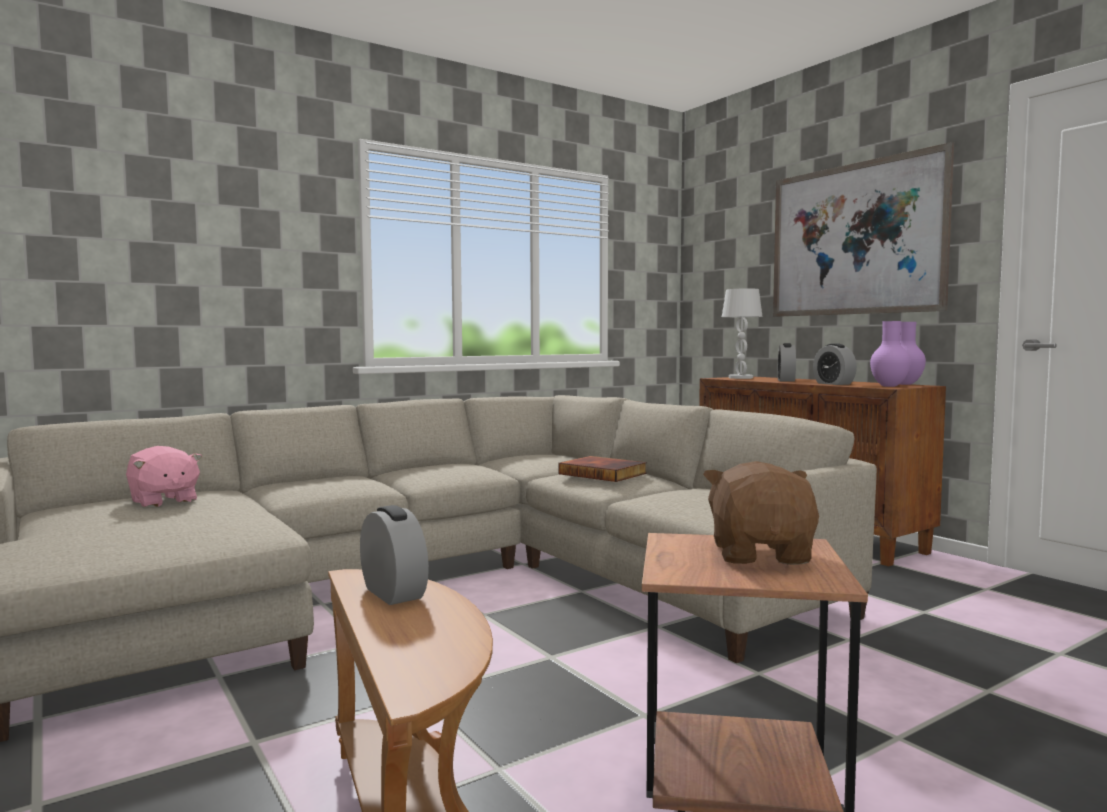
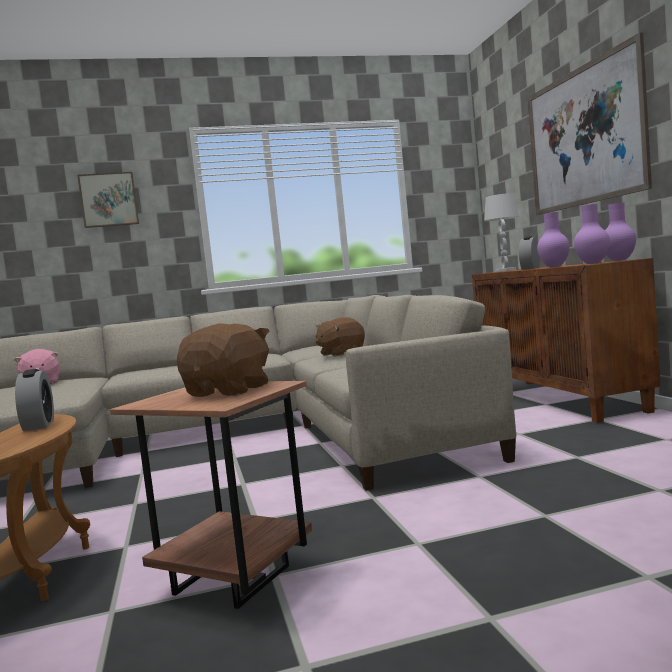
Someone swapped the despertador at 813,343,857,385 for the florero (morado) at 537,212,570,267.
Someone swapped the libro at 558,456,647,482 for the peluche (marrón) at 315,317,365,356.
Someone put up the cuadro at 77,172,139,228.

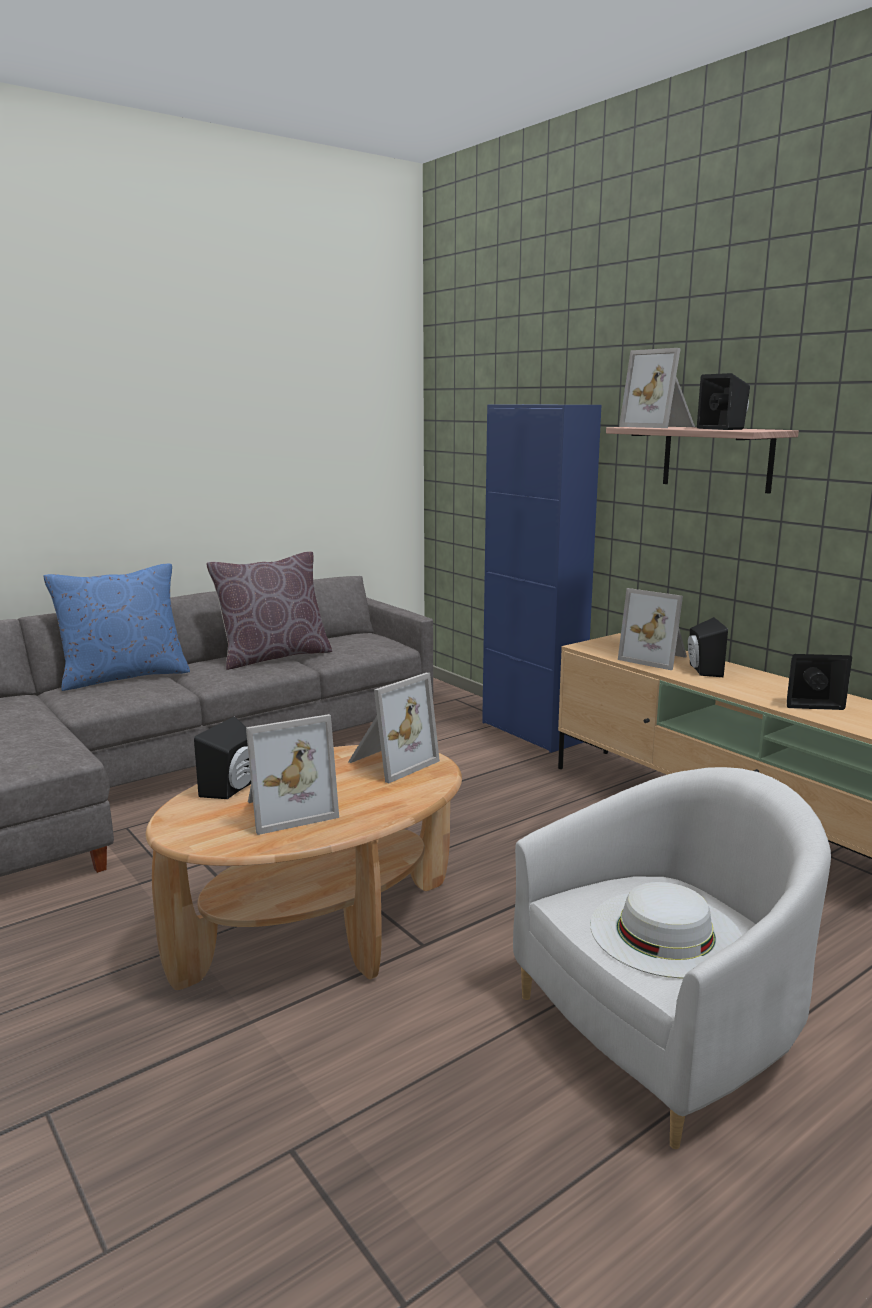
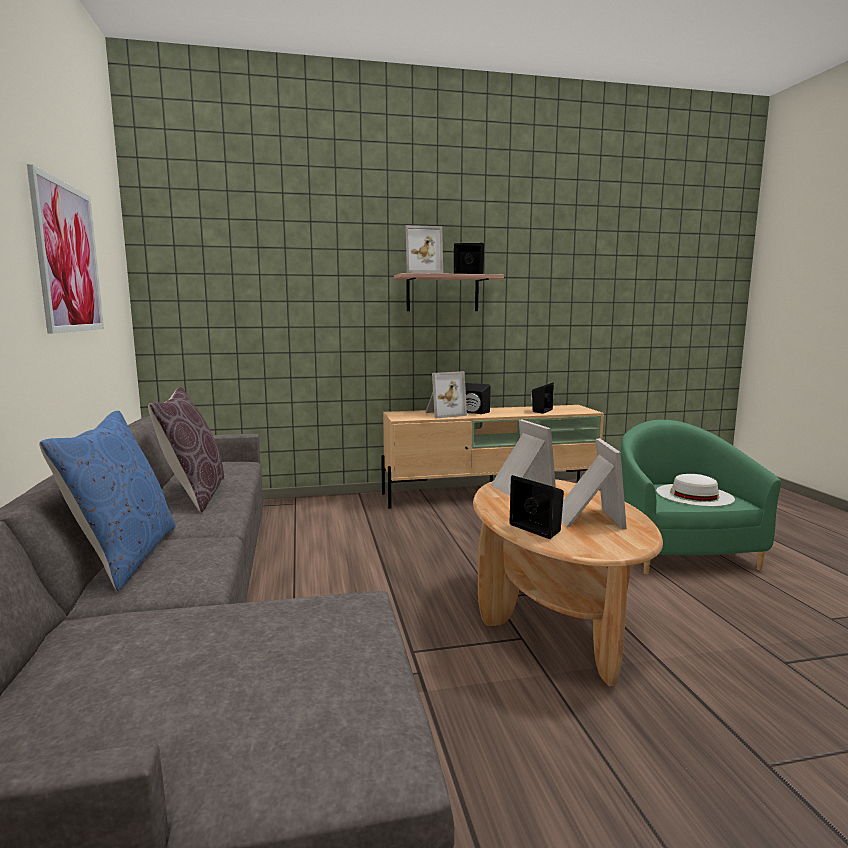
Someone took away the armario (azul) at 482,404,601,753.
Someone repainted the sillón (blanco) at 513,767,831,1149, which became the sillón (verde) at 620,420,781,574.
Someone put up the cuadro at 27,164,104,334.

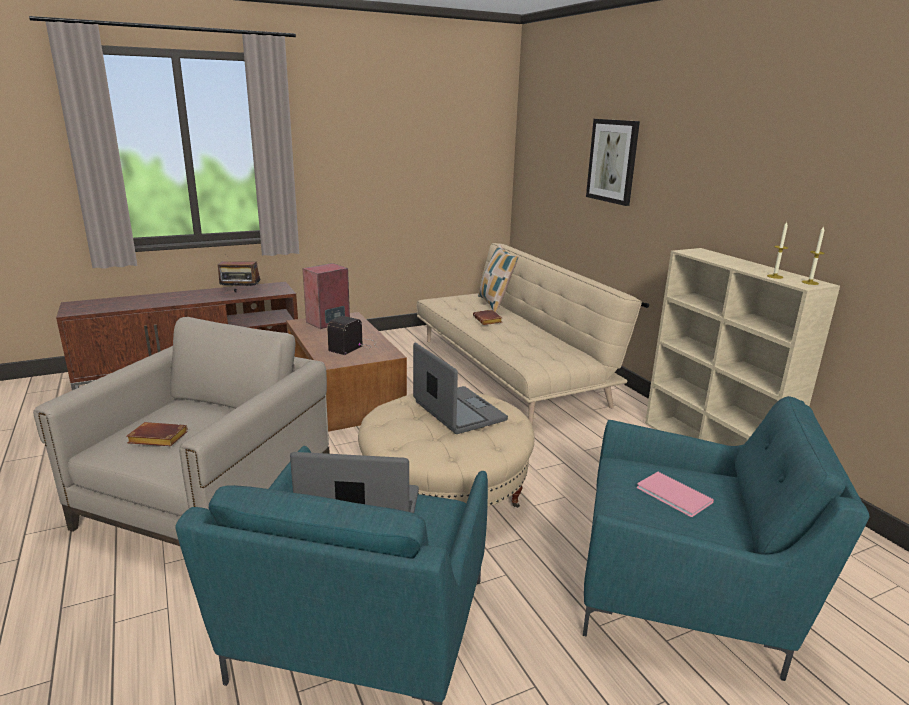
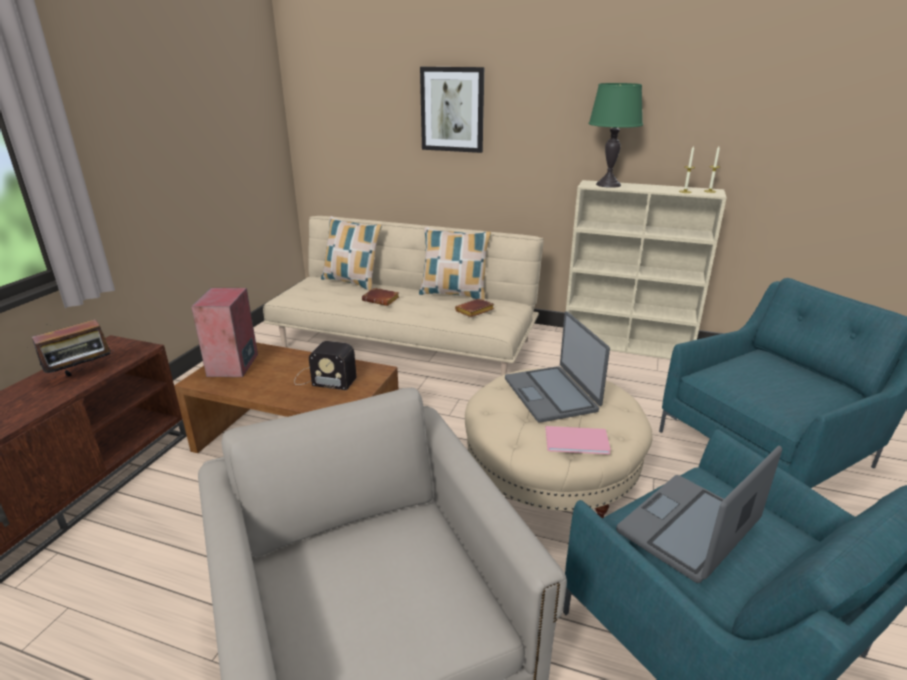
Someone rotated the radio at 327,316,379,355 by 60 degrees counterclockwise.
Someone rotated the portátil at 413,343,508,434 by 120 degrees counterclockwise.
Someone carried the libro (marrón) from 126,422,188,446 to 455,298,494,317.
Someone carried the libro (rosa) from 637,472,714,517 to 546,426,611,454.
Someone put down the lámpara de mesa (verde) at 588,83,643,188.
Someone put down the cojín at 419,227,491,300.

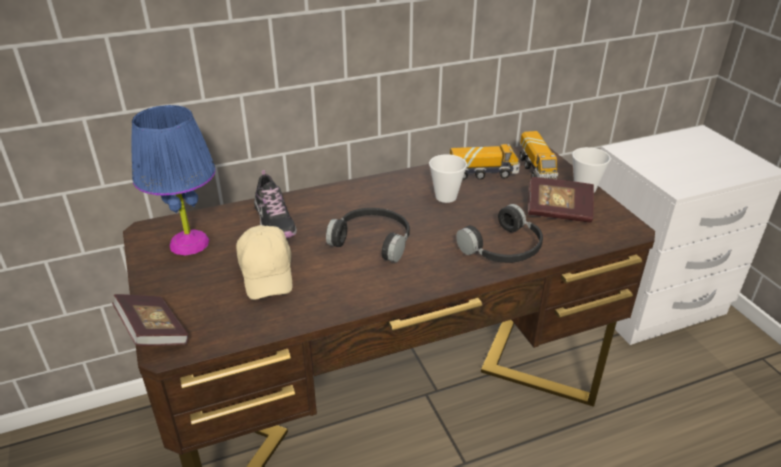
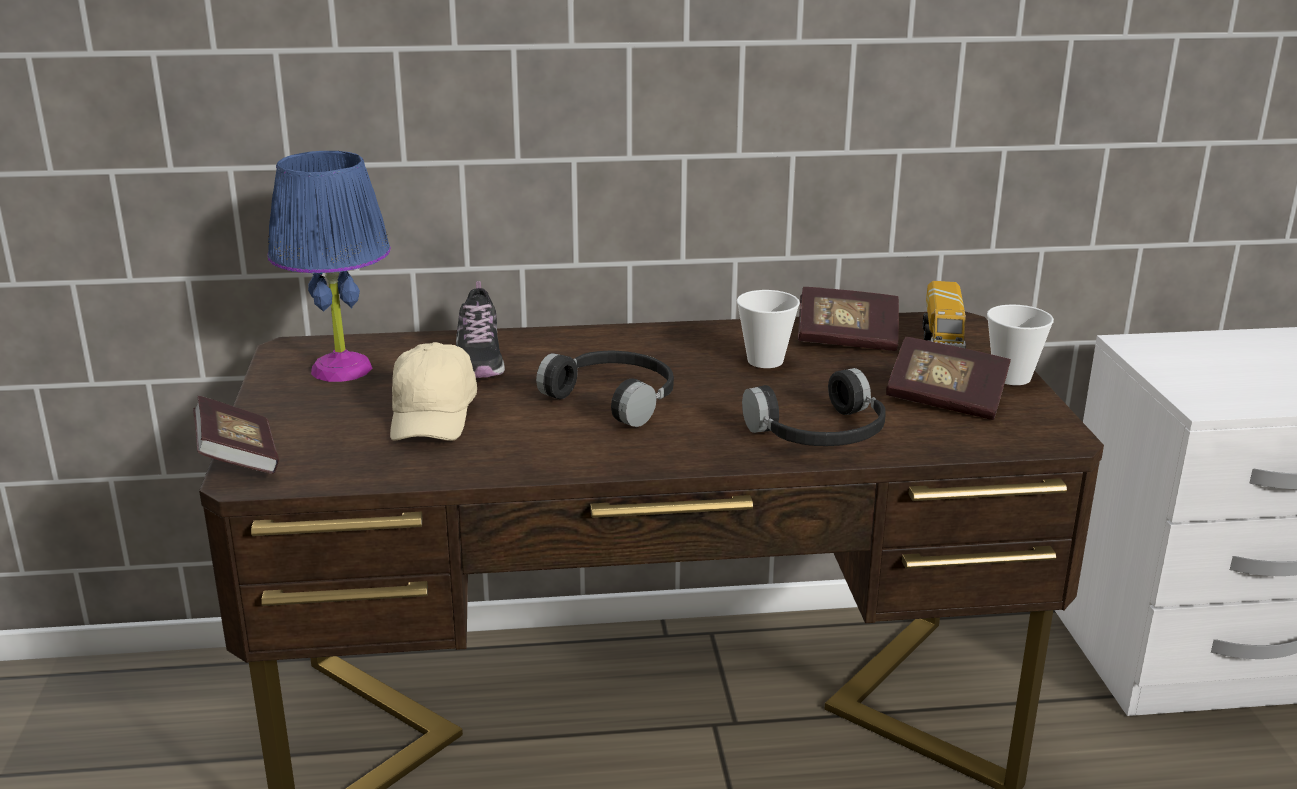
Someone swapped the camión de juguete at 450,144,520,180 for the libro at 798,287,899,351.

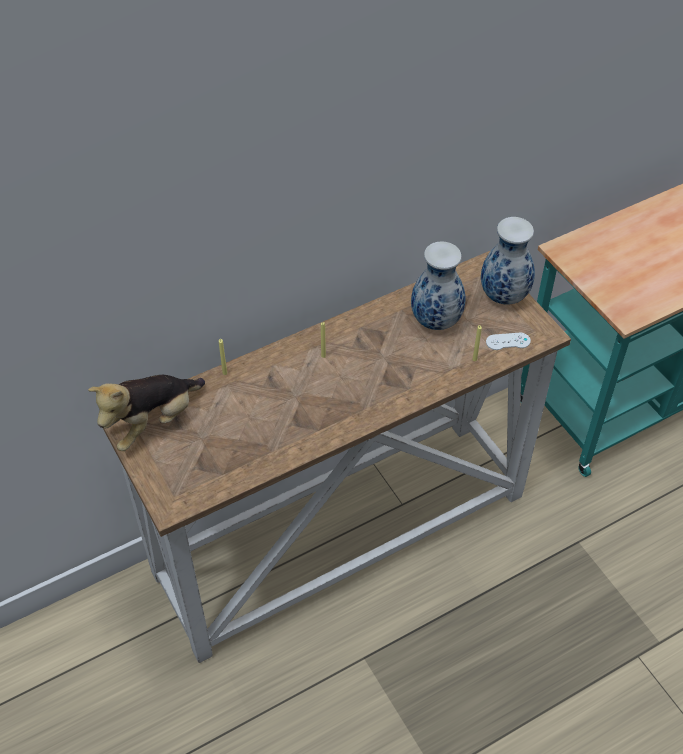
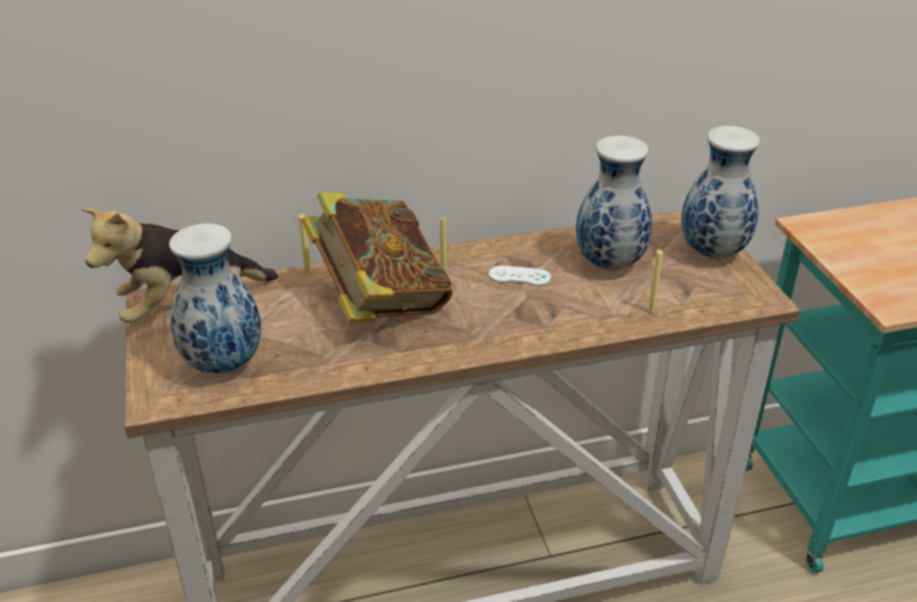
Someone carried the mando de consola (blanco) from 486,333,531,350 to 489,266,551,286.
Someone put down the libro at 301,192,453,323.
Someone put down the florero at 169,223,261,374.

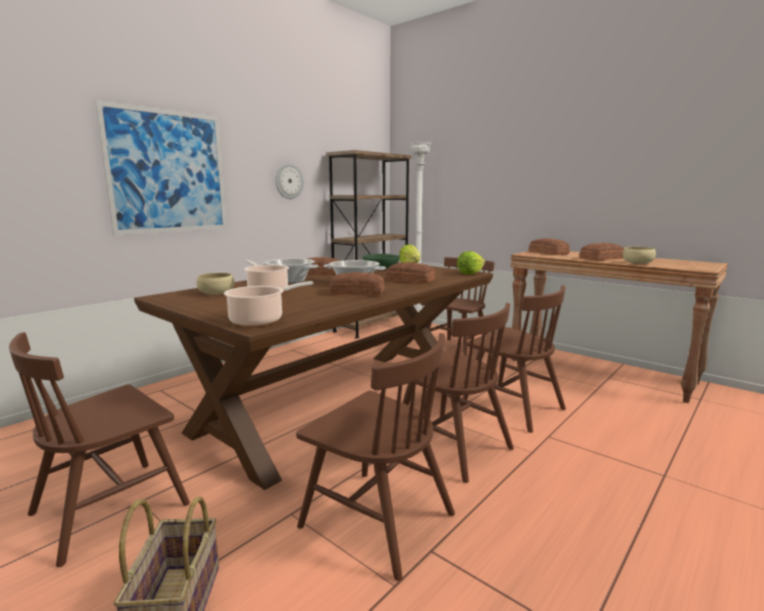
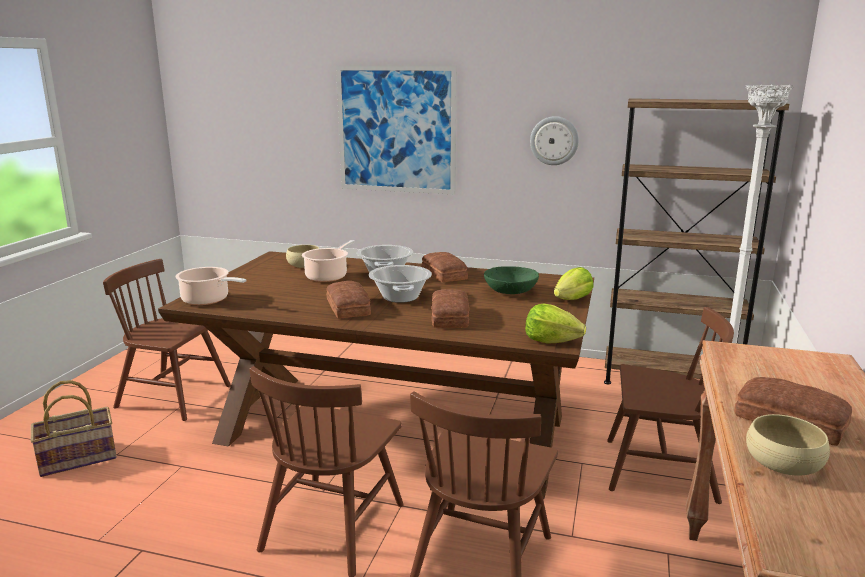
Someone took away the pan at 529,238,570,255.
Someone took away the silla (marrón) at 296,333,455,581.

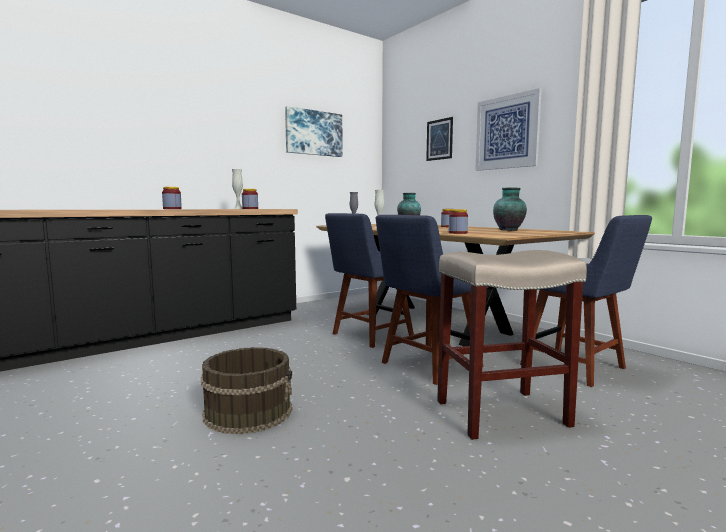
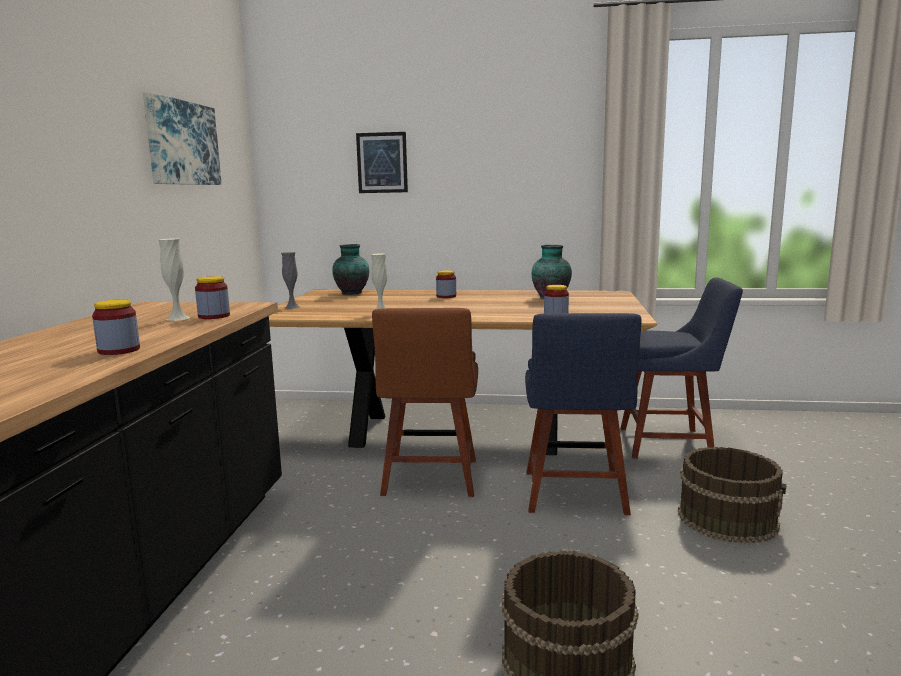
Someone took away the cuadro at 475,88,542,171.
Someone repainted the silla (azul) at 325,213,414,348, which became the silla (marrón) at 372,308,478,497.
Someone swapped the taburete (beis) at 437,250,587,440 for the cubo (marrón) at 678,447,787,544.

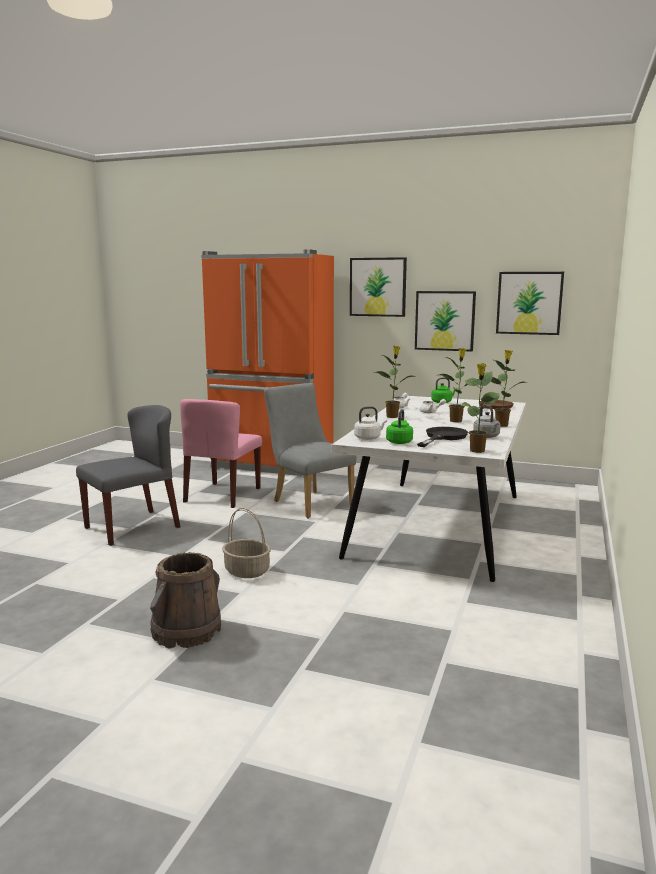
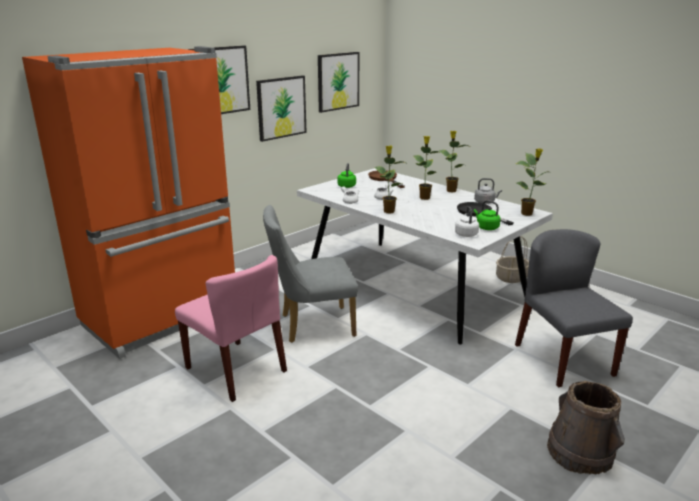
Someone carried the silla (gris) from 76,405,180,546 to 515,229,633,387.
Someone carried the cesta from 222,508,271,578 to 496,236,529,283.

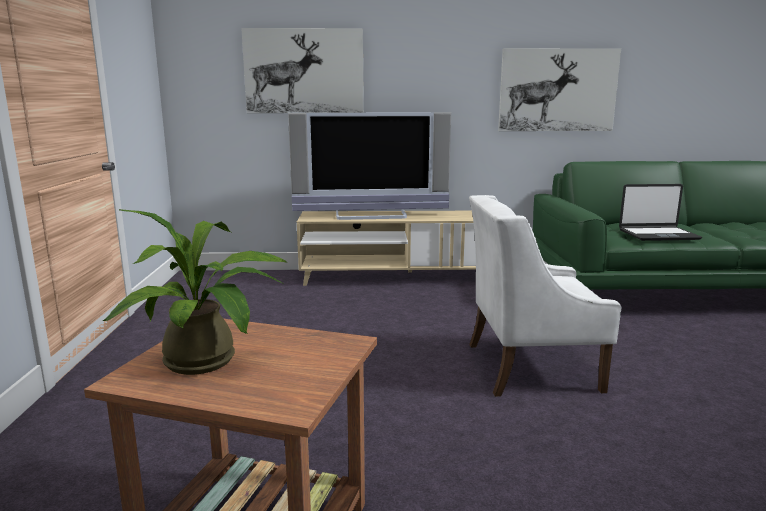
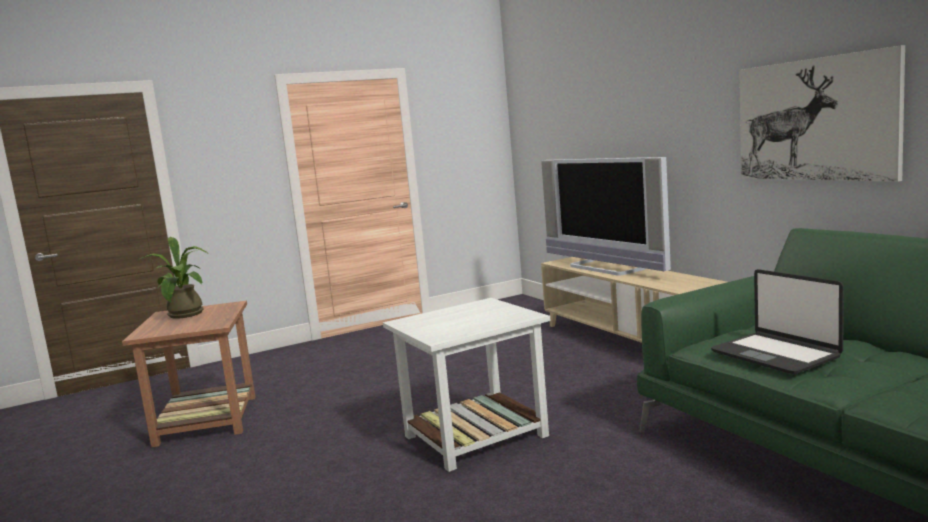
Someone took away the cuadro at 241,28,364,113.
Someone swapped the sillón (blanco) at 469,195,621,397 for the mesa auxiliar (blanco) at 383,298,550,472.

